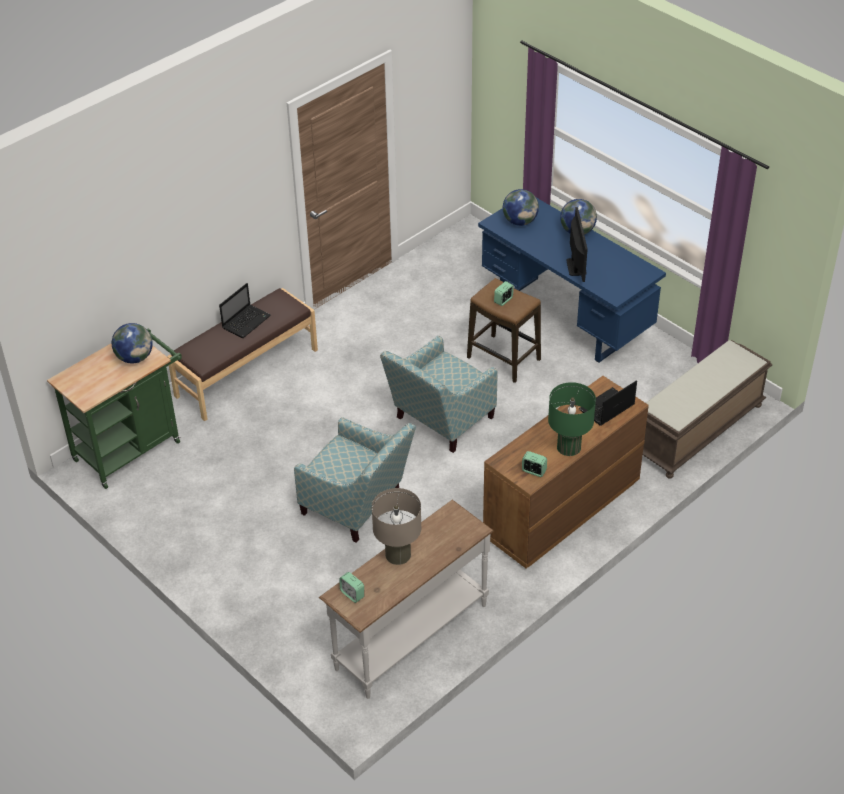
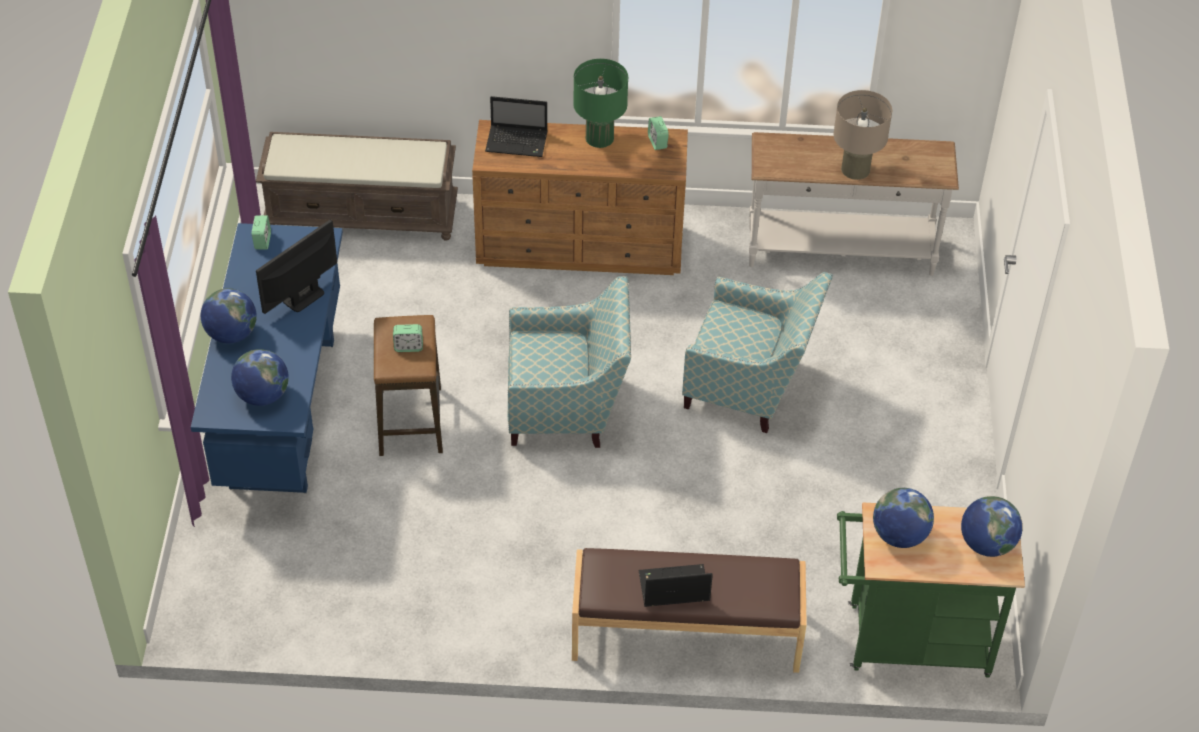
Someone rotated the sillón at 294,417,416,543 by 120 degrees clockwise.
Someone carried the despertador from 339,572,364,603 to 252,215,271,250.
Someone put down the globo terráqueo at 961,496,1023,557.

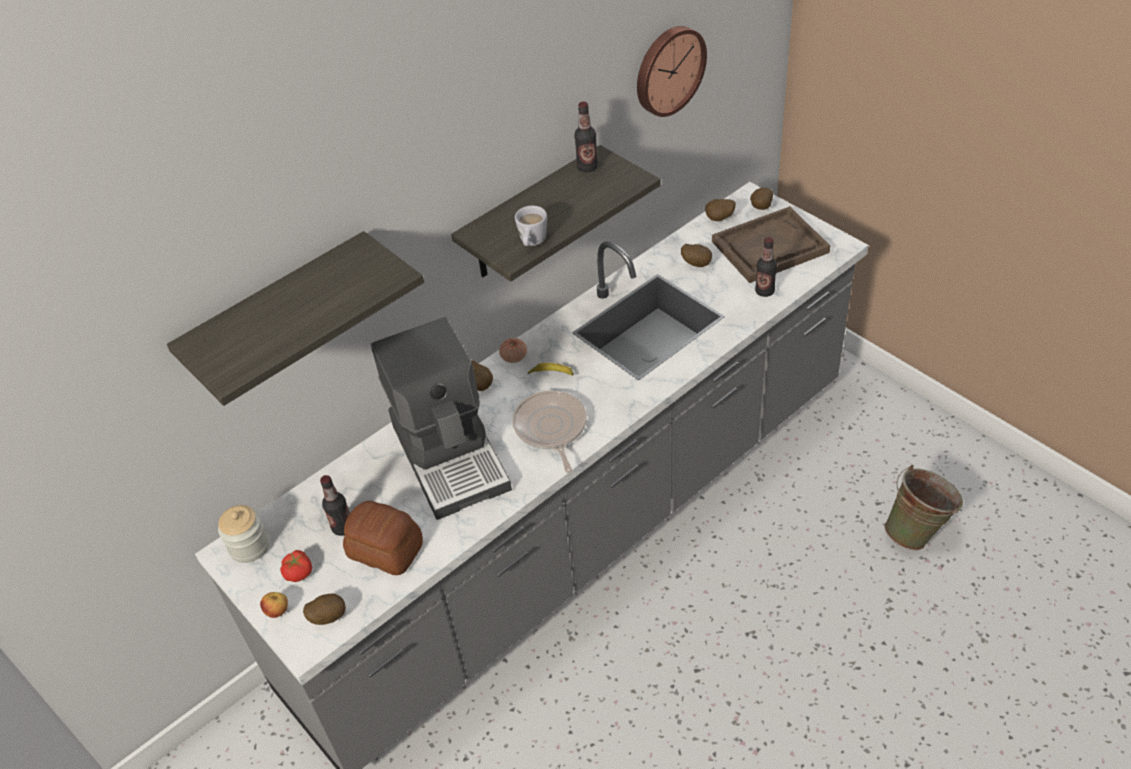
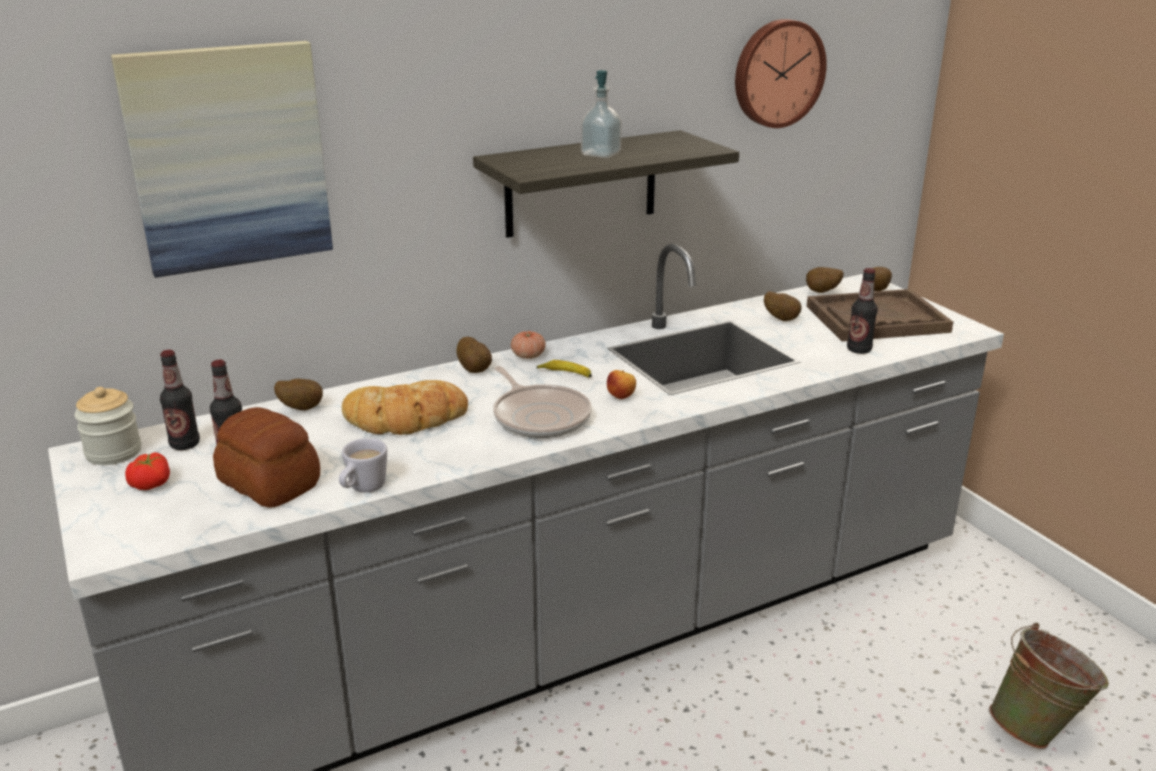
Someone carried the botella from 574,101,598,172 to 160,350,200,450.
Someone carried the taza grande (blanco) from 515,206,547,246 to 339,438,387,493.
Someone swapped the estante at 167,231,424,406 for the cuadro at 111,41,333,278.
Someone swapped the cafetera at 371,317,512,520 for the pan at 342,380,468,435.
Someone rotated the sartén at 512,390,587,473 by 150 degrees clockwise.
Someone carried the manzana from 260,592,288,618 to 607,370,636,399.
Someone carried the patata from 303,594,346,625 to 274,379,323,410.
Someone put down the dispensador de jabón at 581,70,622,158.

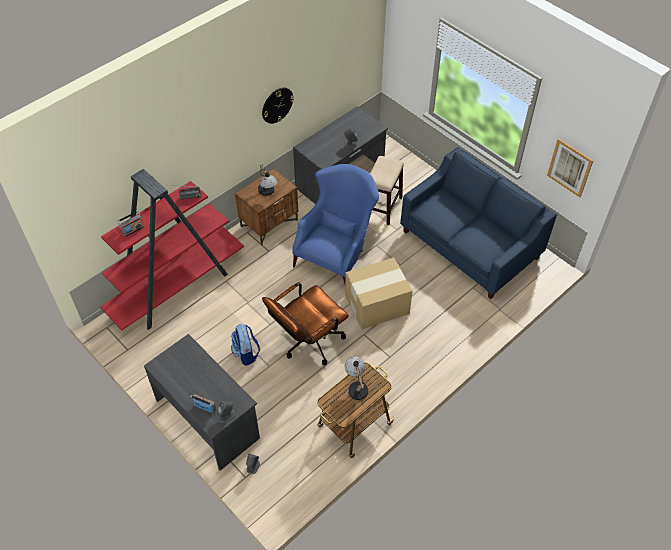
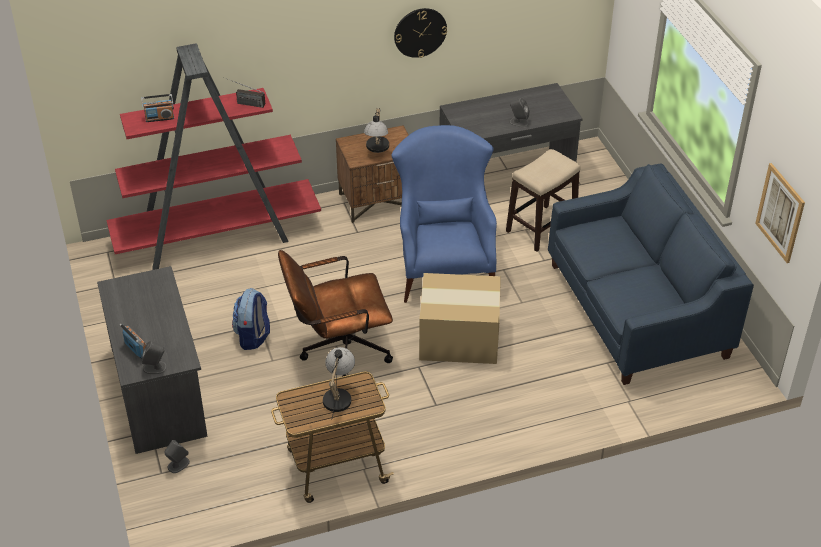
Someone rotated the sillón (azul) at 292,164,379,284 by 60 degrees counterclockwise.

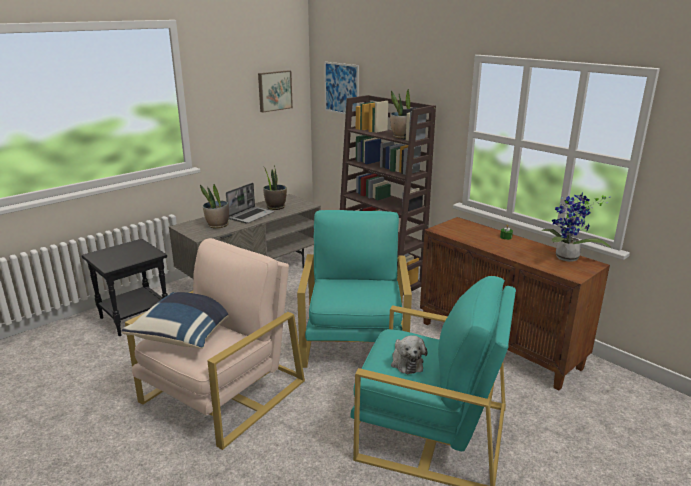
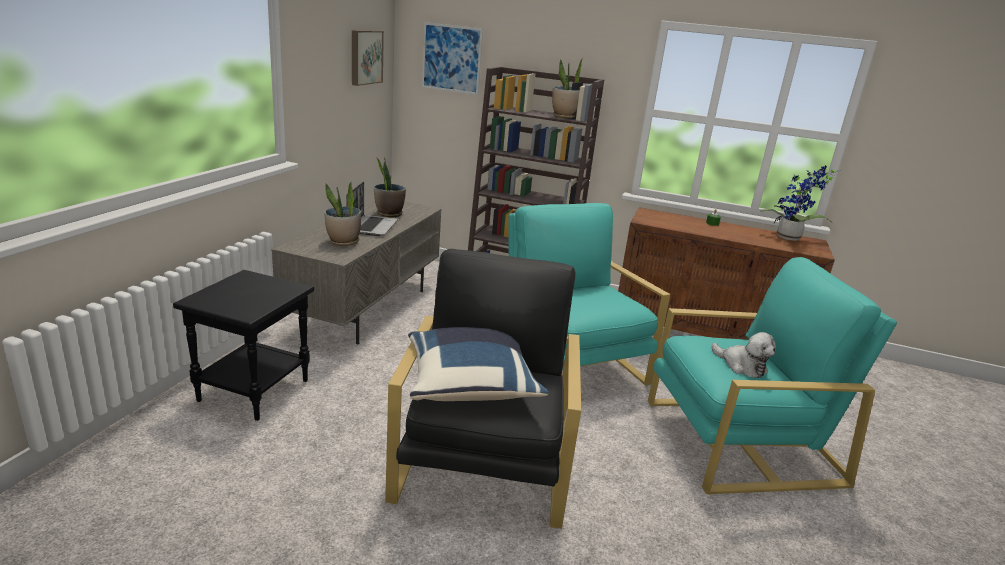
Someone repainted the sillón (beis) at 125,238,305,450, which became the sillón (negro) at 385,249,581,529.

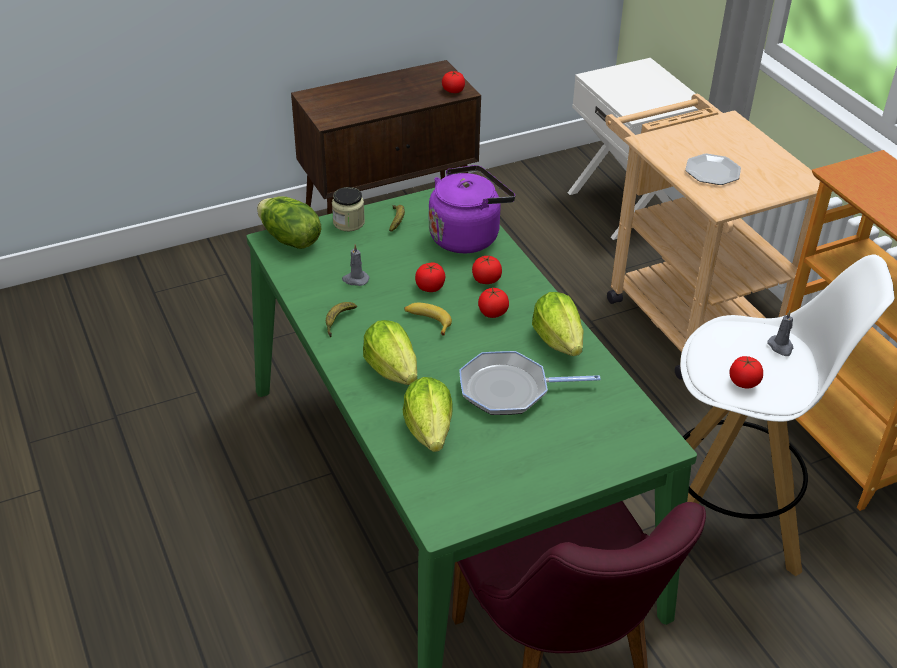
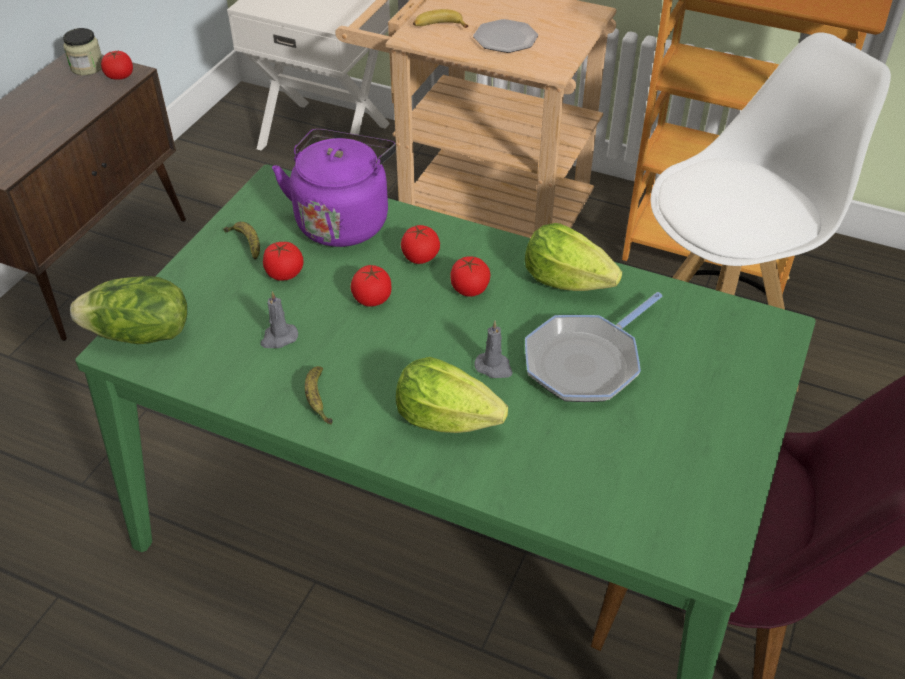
Someone carried the tarro from 332,187,365,231 to 63,28,102,75.
Someone carried the plátano from 404,303,452,336 to 413,9,468,28.
Someone carried the vela (gris) from 767,310,793,356 to 475,321,513,378.
Someone carried the tomate from 730,356,763,388 to 263,242,304,281.
Someone took away the lechuga at 403,377,453,452.

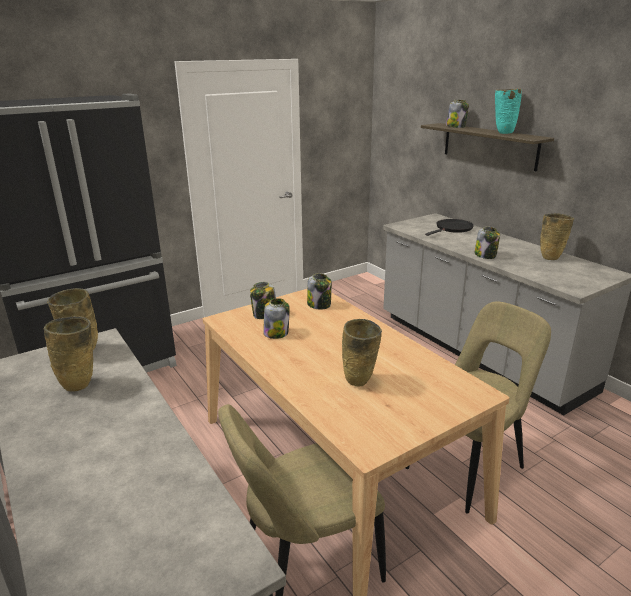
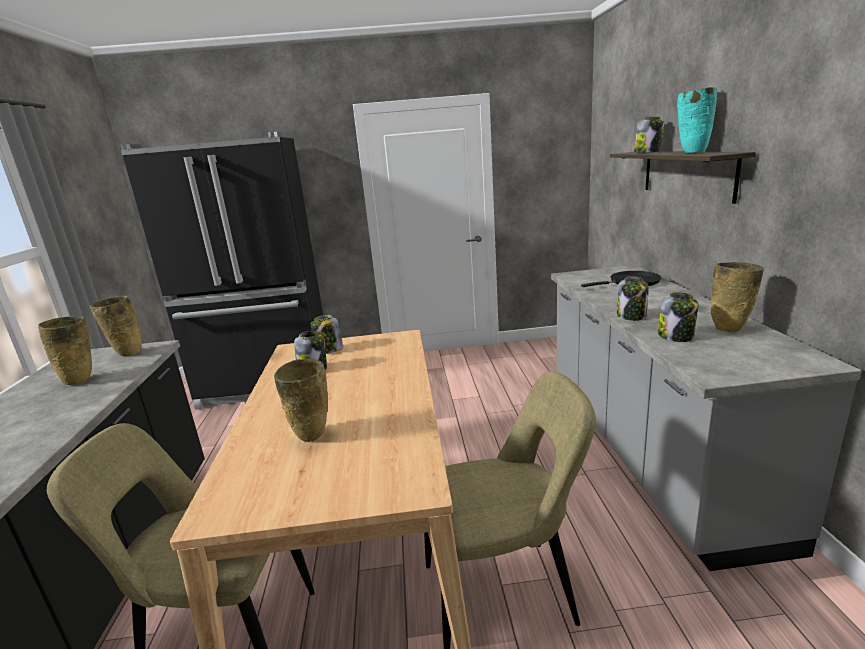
Someone carried the tarro from 307,274,332,310 to 658,292,698,342.

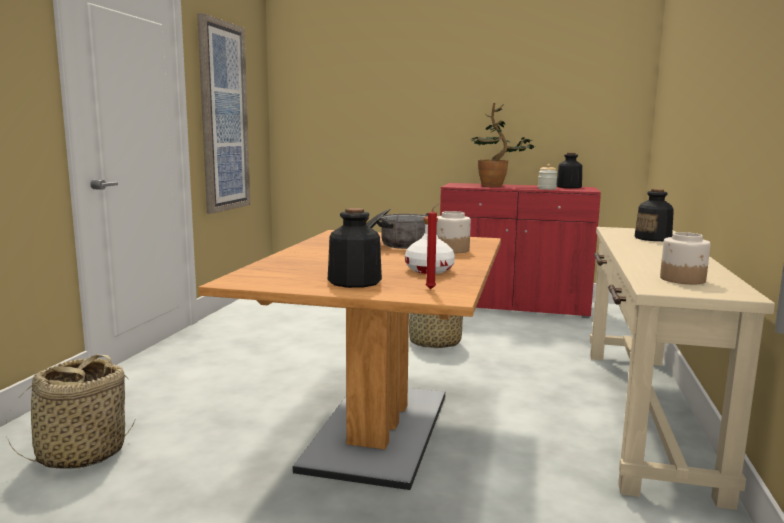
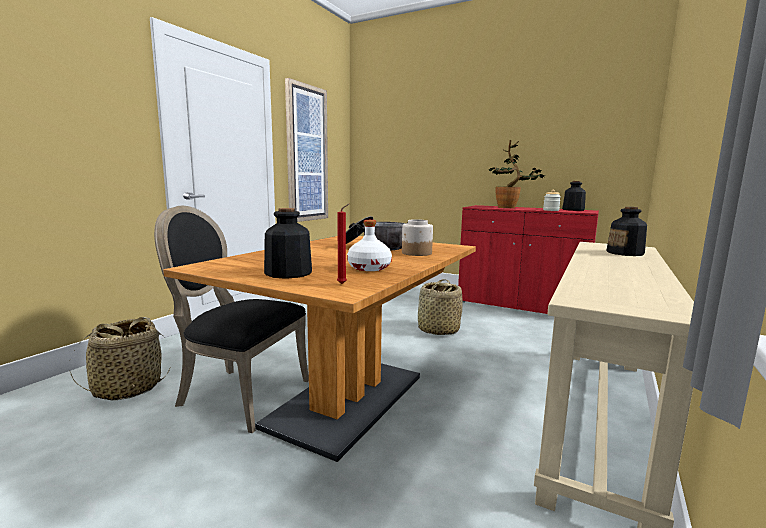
Someone took away the tarro at 660,232,710,284.
Someone put down the silla (negro) at 154,206,309,433.

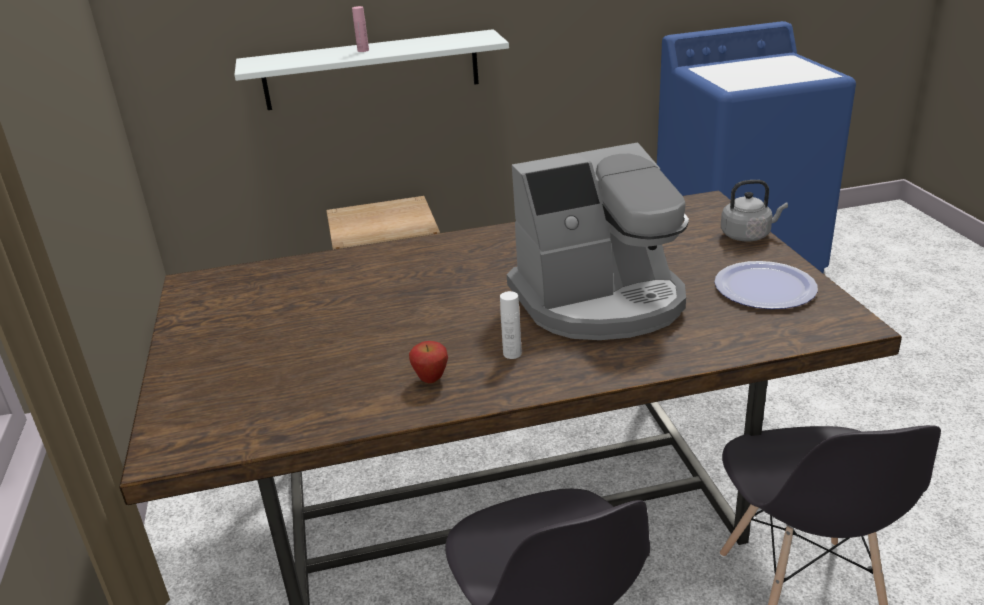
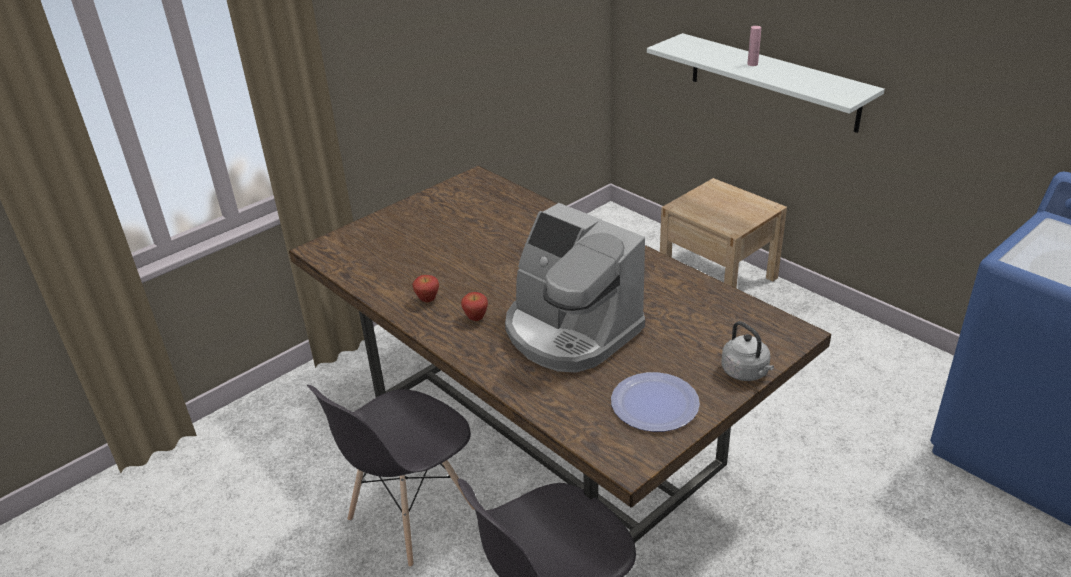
Someone swapped the botella (blanco) at 500,291,522,359 for the manzana at 461,292,488,321.

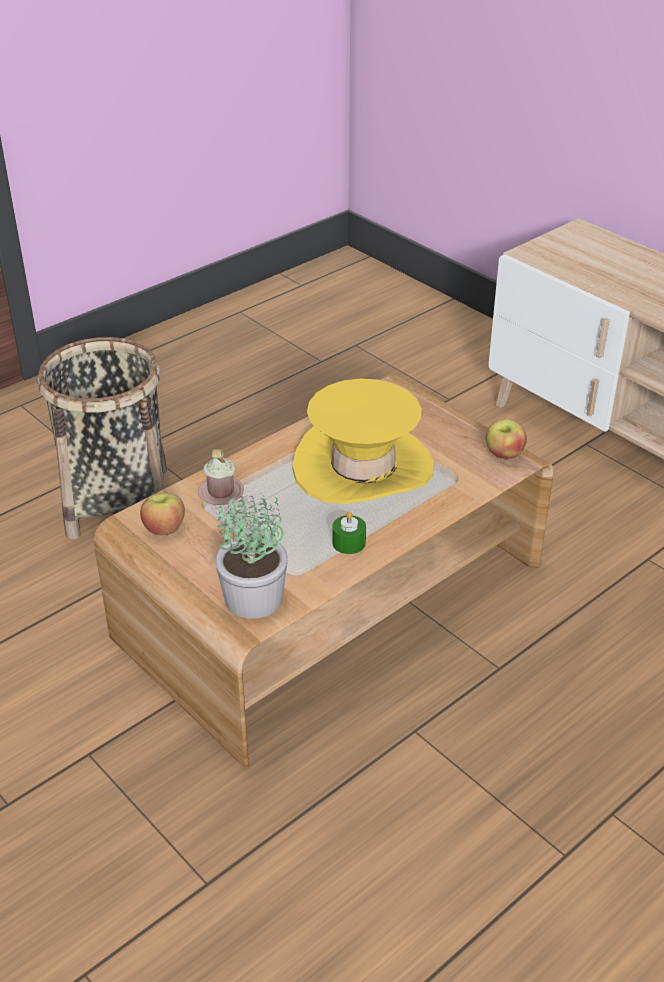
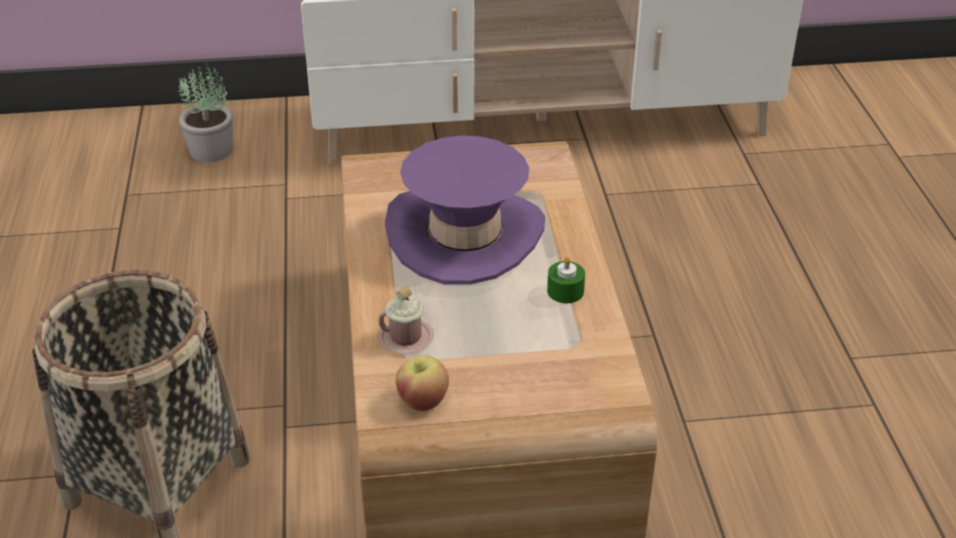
Someone repainted the sombrero (amarillo) at 292,379,434,504, which became the sombrero (morado) at 385,135,545,285.
Someone took away the manzana at 486,419,527,459.
Someone carried the planta en maceta from 215,493,288,619 to 178,63,233,162.

